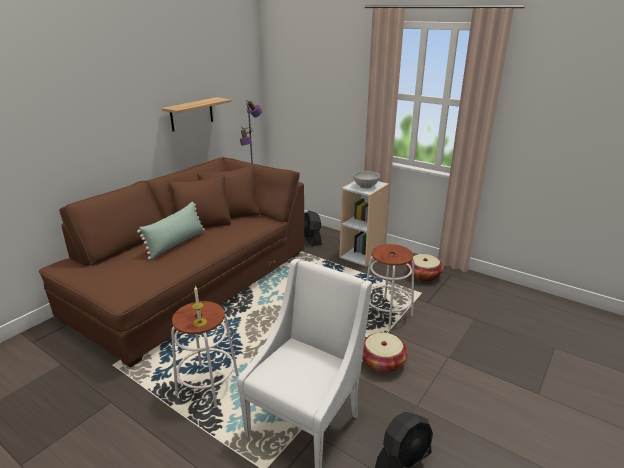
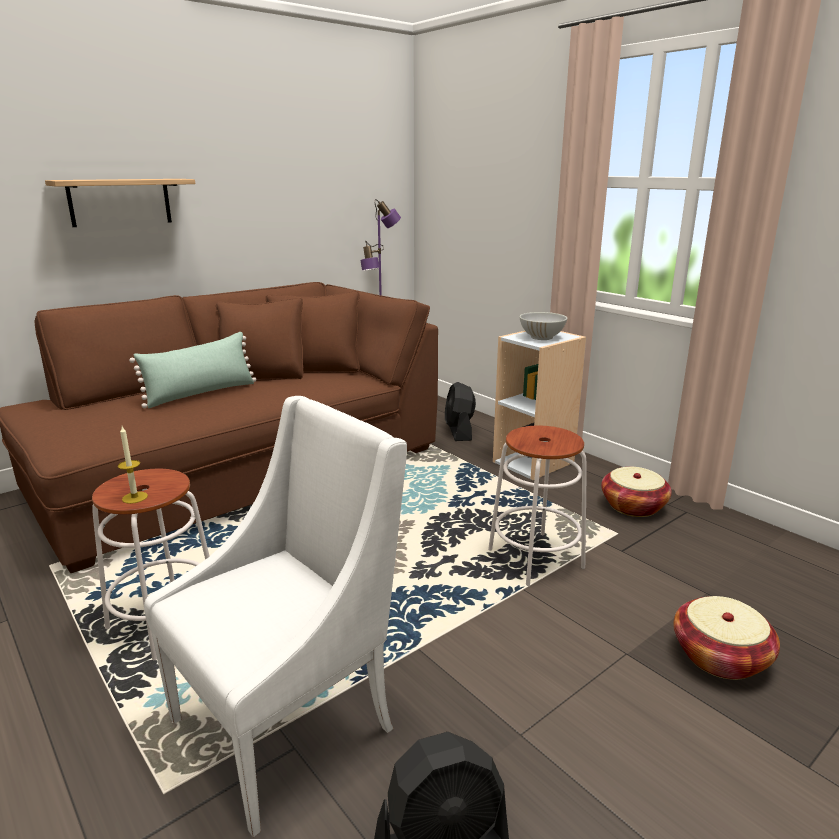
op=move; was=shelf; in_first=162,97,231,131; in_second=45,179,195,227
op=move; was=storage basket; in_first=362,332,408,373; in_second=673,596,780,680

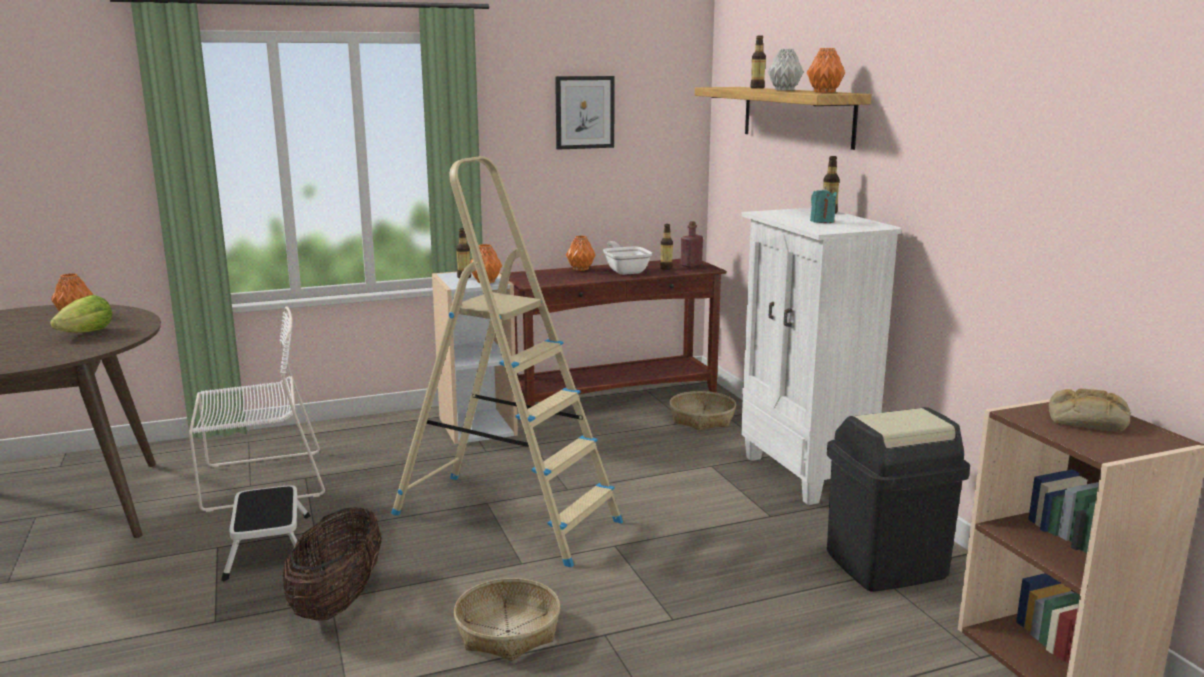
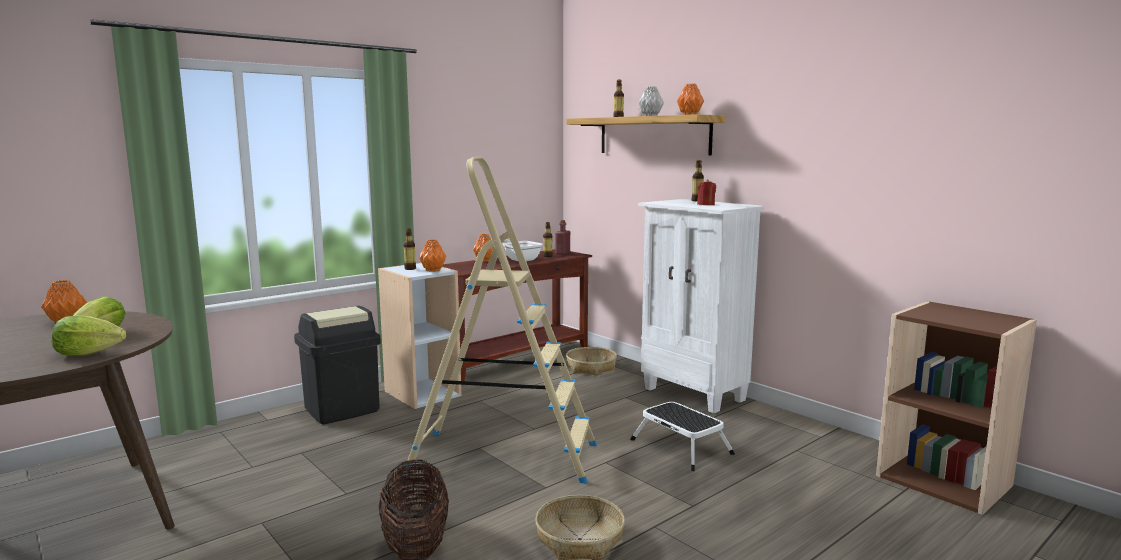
op=delete; was=upright chair (whitish); in_first=189,306,325,512
op=move; was=step ladder (blackish); in_first=221,485,310,581; in_second=630,402,735,471
op=delete; was=wall picture; in_first=555,76,615,150
op=recolor; was=candle (turquoise); now=candle (red-coloured); in_first=810,186,837,223; in_second=697,179,716,205
op=move; was=waste bin (blackish); in_first=827,407,970,592; in_second=294,306,381,424
op=delete; was=bakery bread; in_first=1049,389,1131,432
op=insert; now=lettuce head; in_second=51,315,126,356

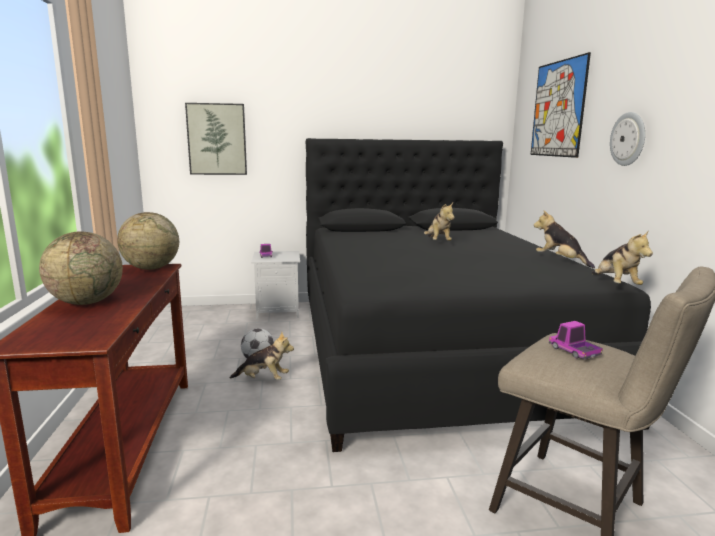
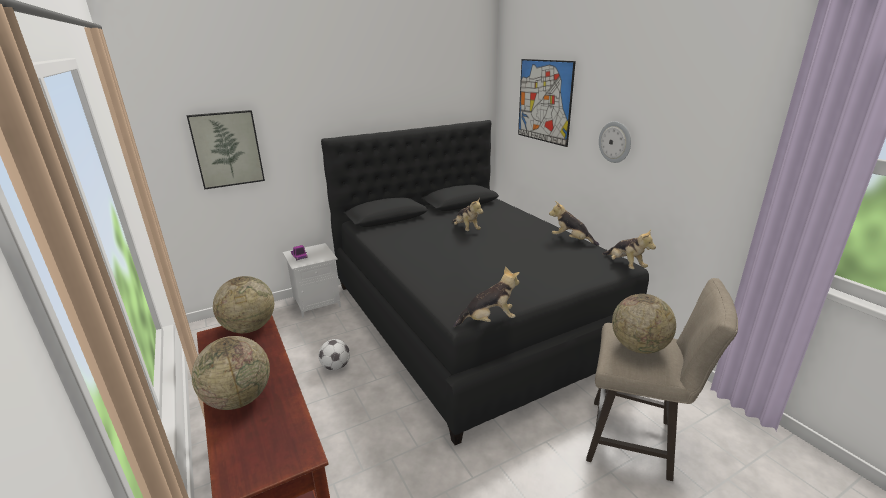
op=move; was=soft toy; in_first=230,332,294,380; in_second=453,266,520,327
op=replace; was=model truck; now=desk globe; in_first=549,321,603,359; in_second=612,294,676,354

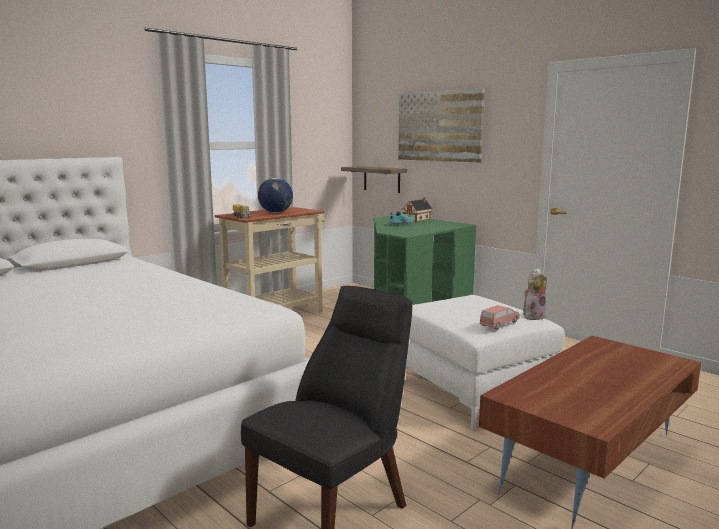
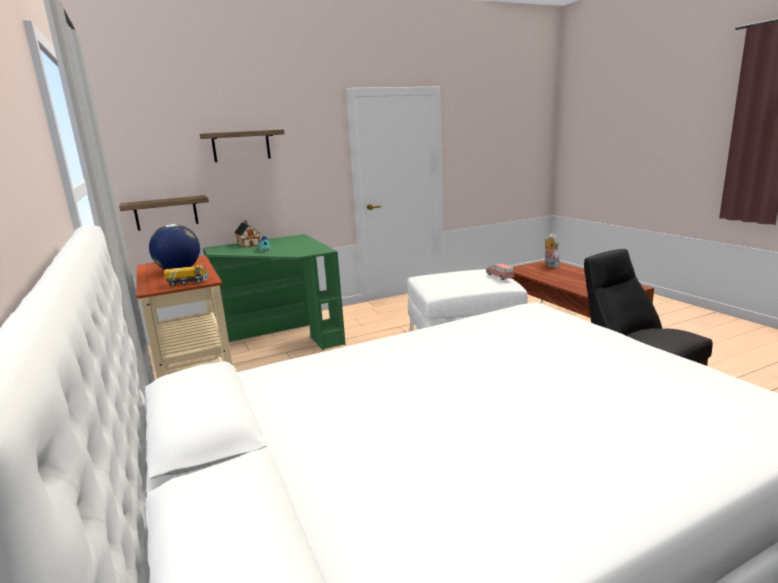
op=replace; was=wall picture; now=shelf; in_first=398,89,484,162; in_second=200,130,284,162
op=move; was=soft toy; in_first=523,268,547,320; in_second=545,234,560,268

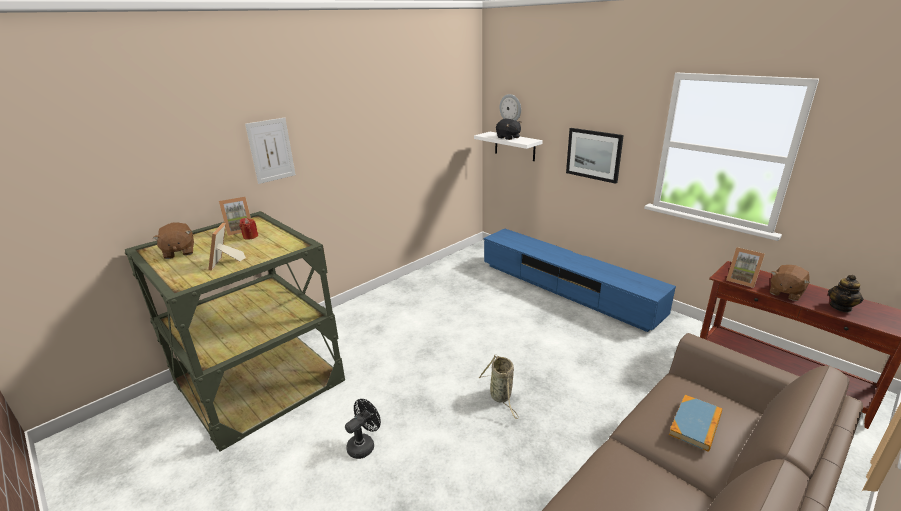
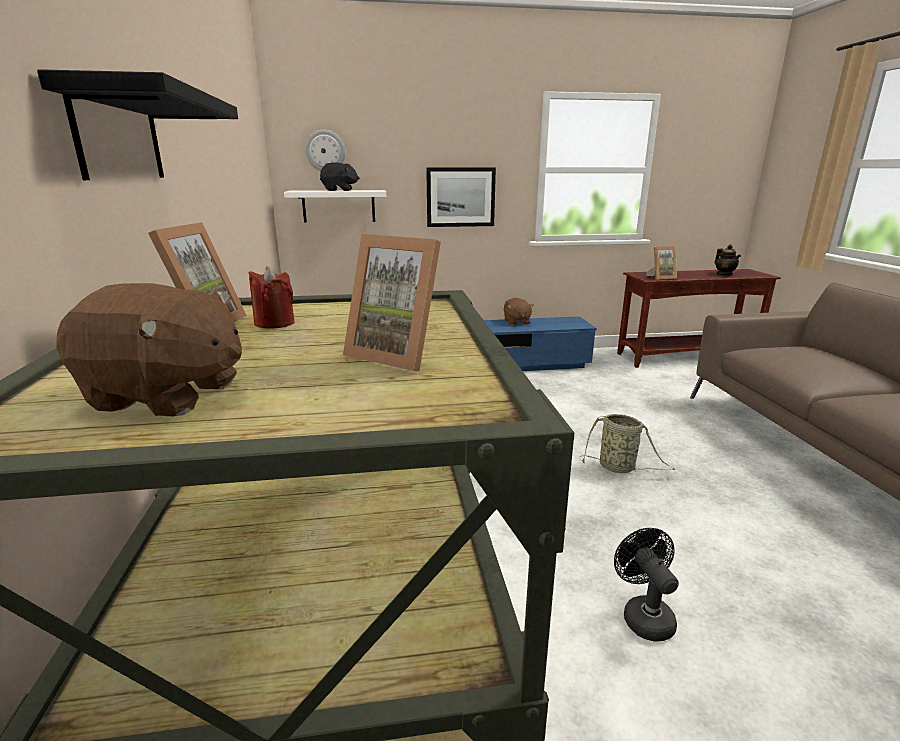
op=replace; was=wall picture; now=shelf (blackish); in_first=245,117,296,184; in_second=37,69,238,180
op=delete; was=volume; in_first=669,395,722,452
op=move; was=soft toy (brownish); in_first=770,265,810,301; in_second=504,298,534,325

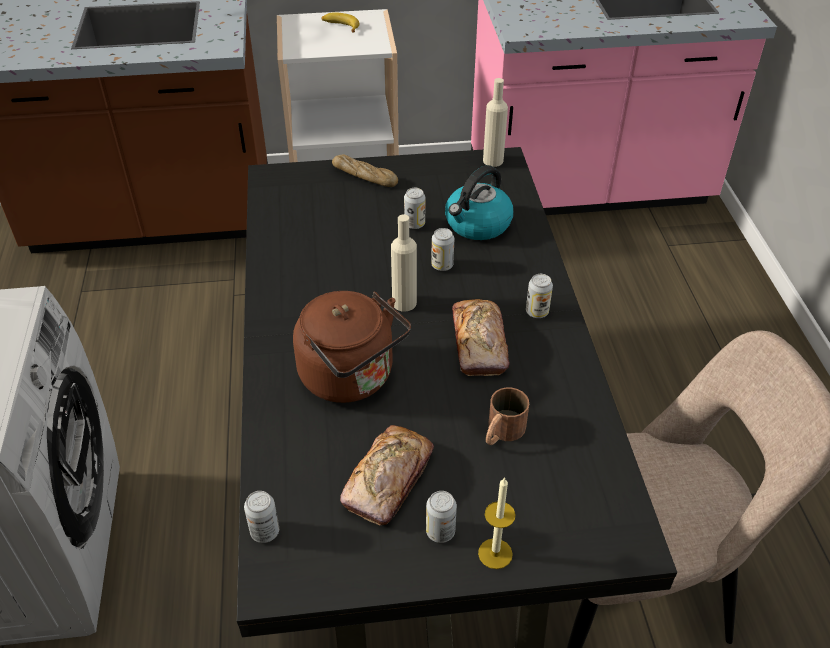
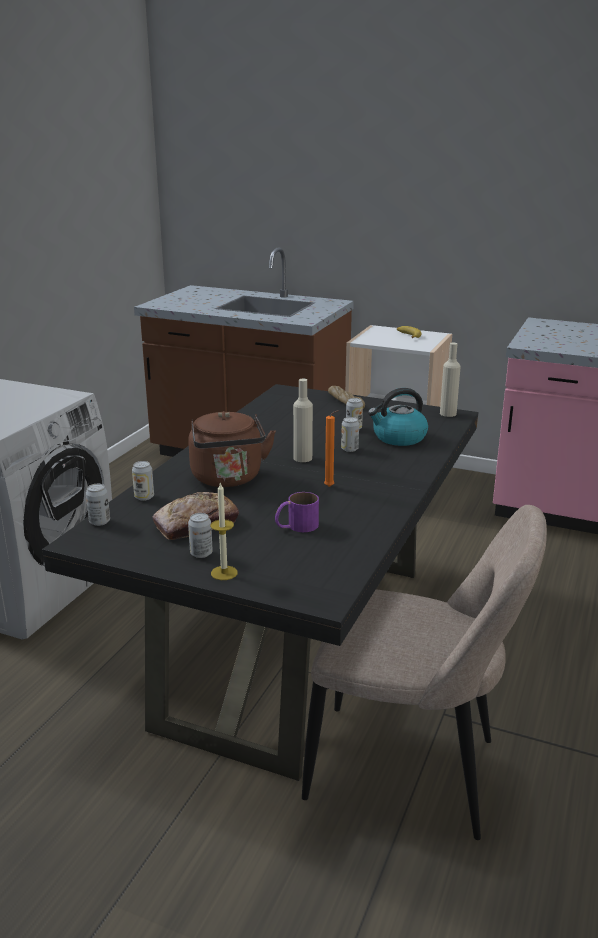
op=replace; was=bakery bread; now=candle (orange); in_first=452,299,510,376; in_second=324,410,339,487
op=recolor; was=tea mug (brownish); now=tea mug (purple-coloured); in_first=486,388,529,445; in_second=275,492,319,532
op=move; was=metal can; in_first=526,274,553,318; in_second=132,461,154,501

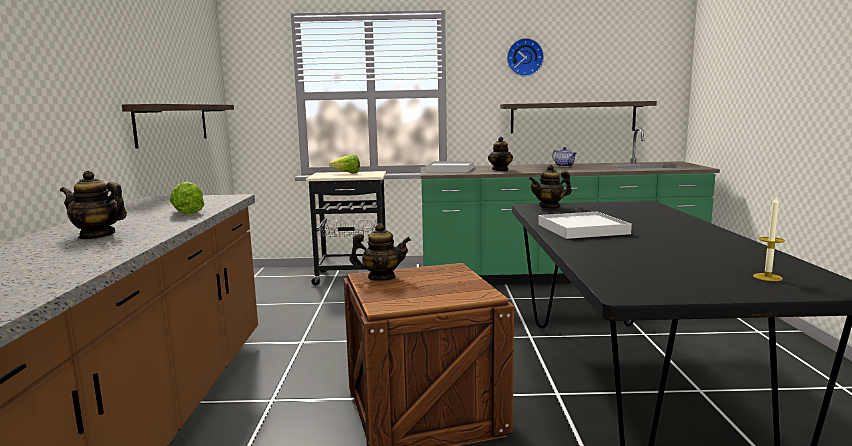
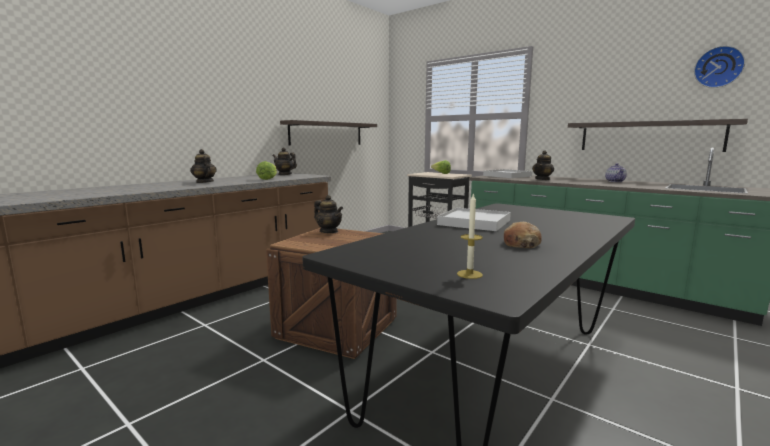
op=move; was=wall clock; in_first=507,38,544,77; in_second=694,46,745,88
op=move; was=tea pot; in_first=529,164,572,209; in_second=273,148,297,175
op=insert; now=bakery bread; in_second=504,222,542,248

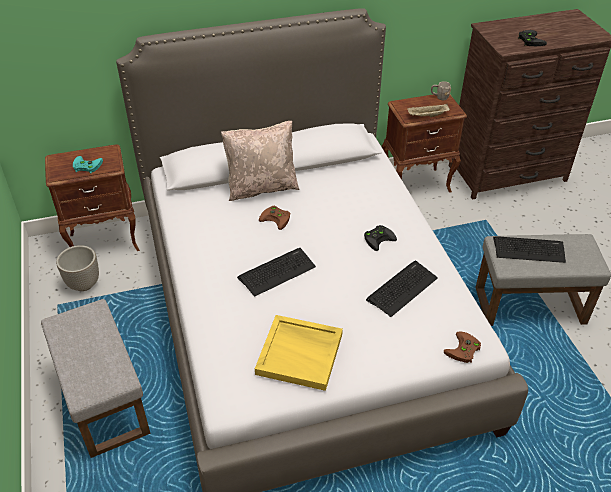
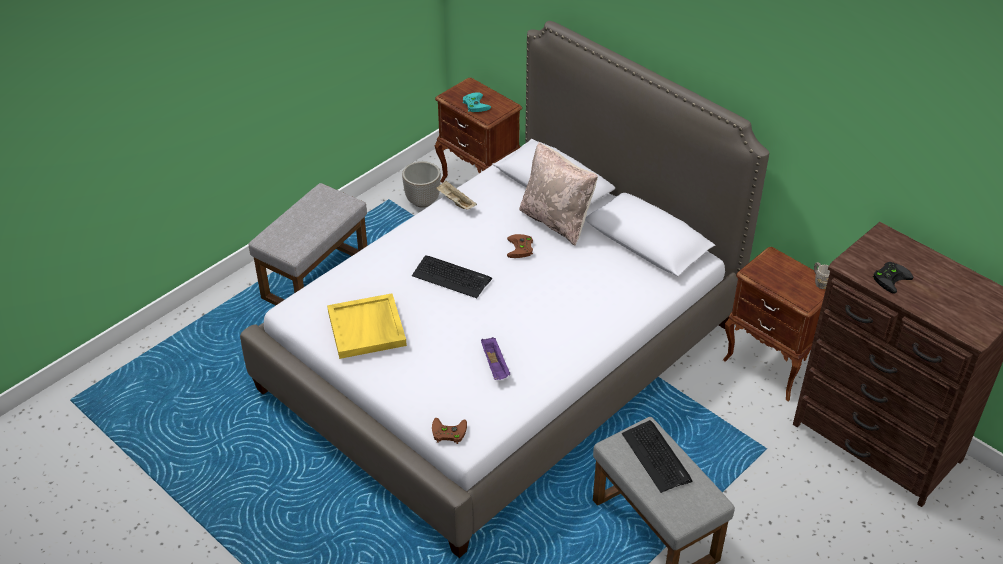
op=delete; was=joypad (blackish); in_first=364,225,397,251
op=replace; was=computer keyboard; now=tray (purple-coloured); in_first=366,261,438,317; in_second=481,337,510,380
op=move; was=tray (beige-coloured); in_first=407,103,450,117; in_second=436,181,477,210

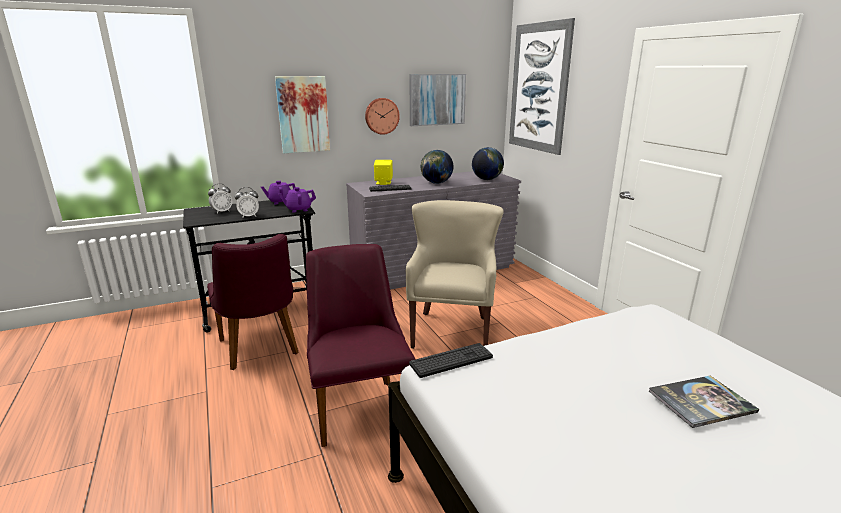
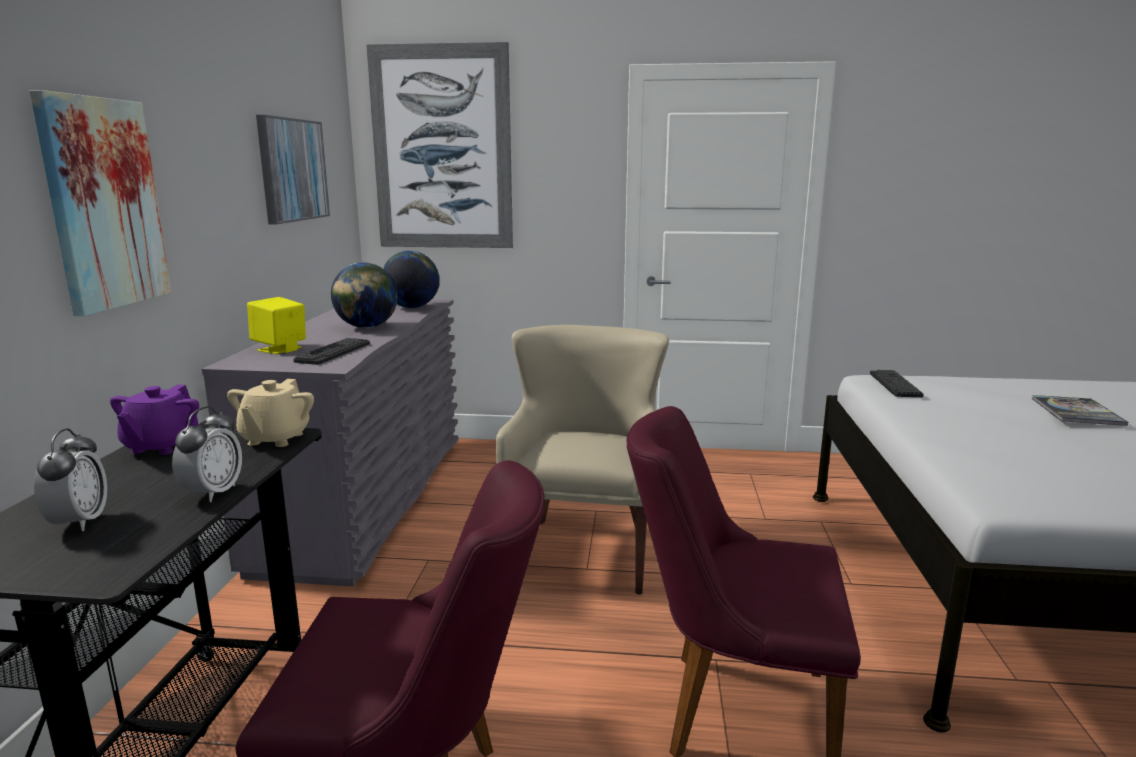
op=recolor; was=tea pot (purple-coloured); now=tea pot (beige-coloured); in_first=278,187,316,213; in_second=227,379,314,447
op=delete; was=wall clock; in_first=365,98,400,135
op=rotate; was=easy chair (beige-coloured); in_first=406,200,504,349; in_second=496,325,669,595; clockwise=60
op=move; was=computer keyboard; in_first=409,343,493,378; in_second=870,370,924,397

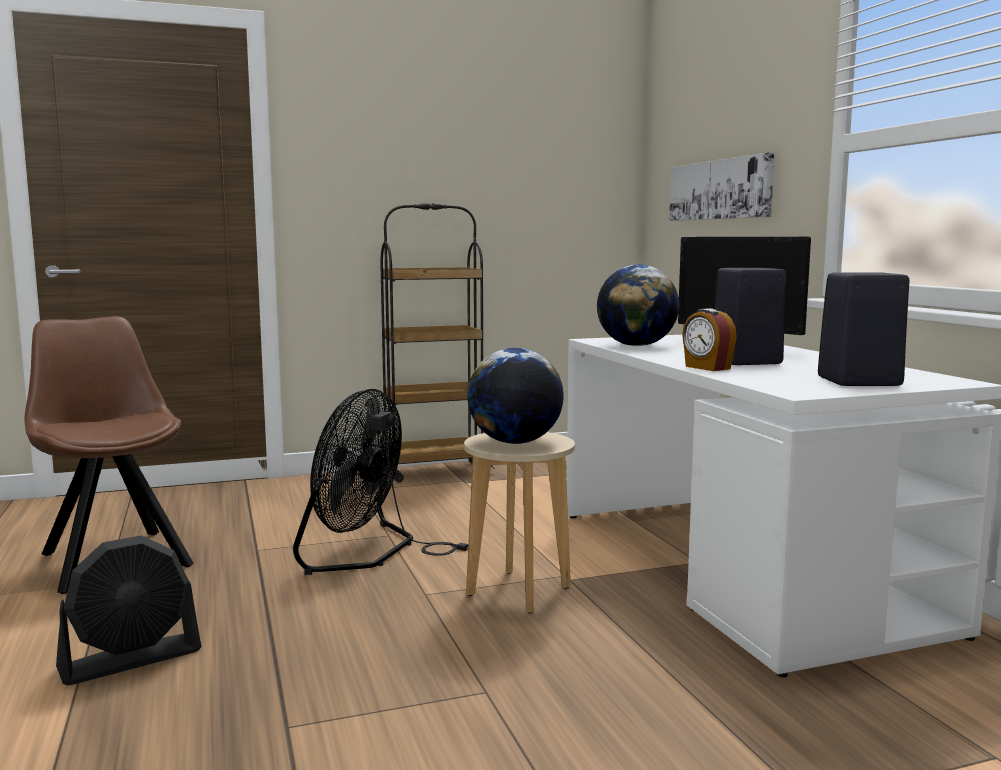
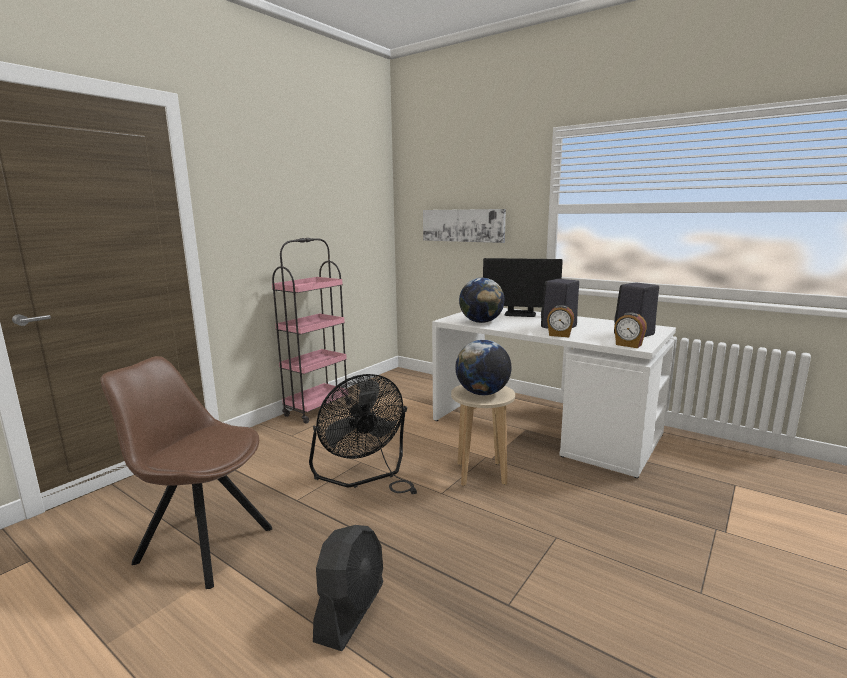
op=rotate; was=electric fan (blackish); in_first=293,389,468,575; in_second=309,374,417,494; clockwise=75
op=recolor; was=cart (brownish); now=cart (pink-coloured); in_first=380,203,495,482; in_second=272,238,353,424
op=insert; now=bedside clock; in_second=614,312,647,348

